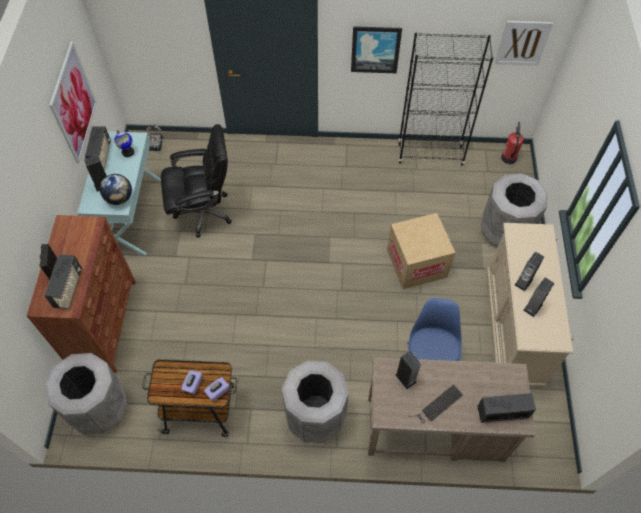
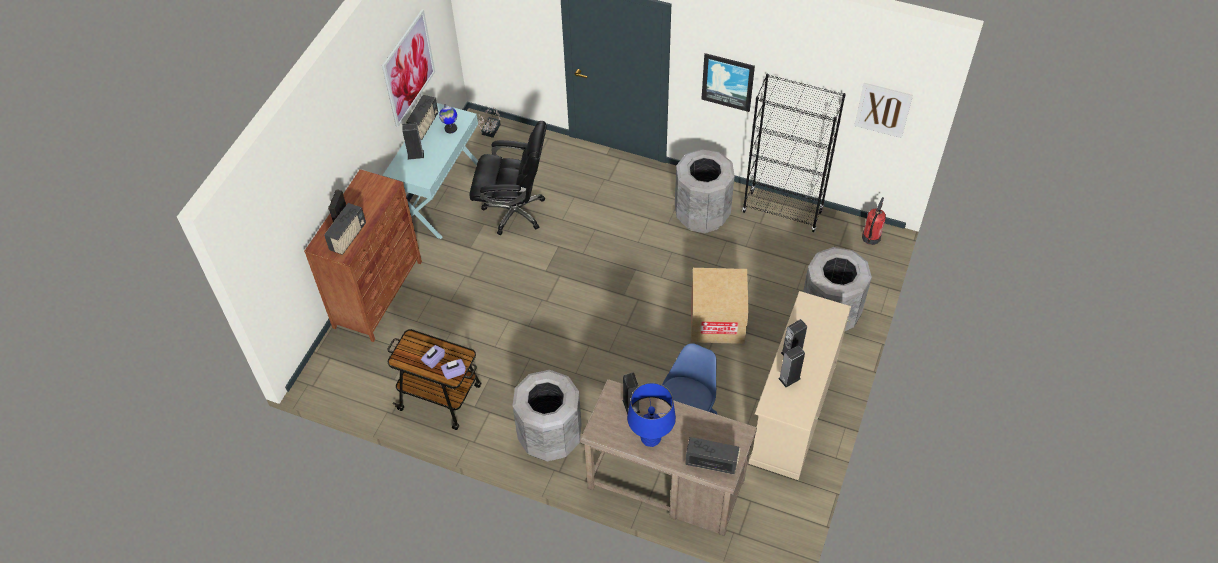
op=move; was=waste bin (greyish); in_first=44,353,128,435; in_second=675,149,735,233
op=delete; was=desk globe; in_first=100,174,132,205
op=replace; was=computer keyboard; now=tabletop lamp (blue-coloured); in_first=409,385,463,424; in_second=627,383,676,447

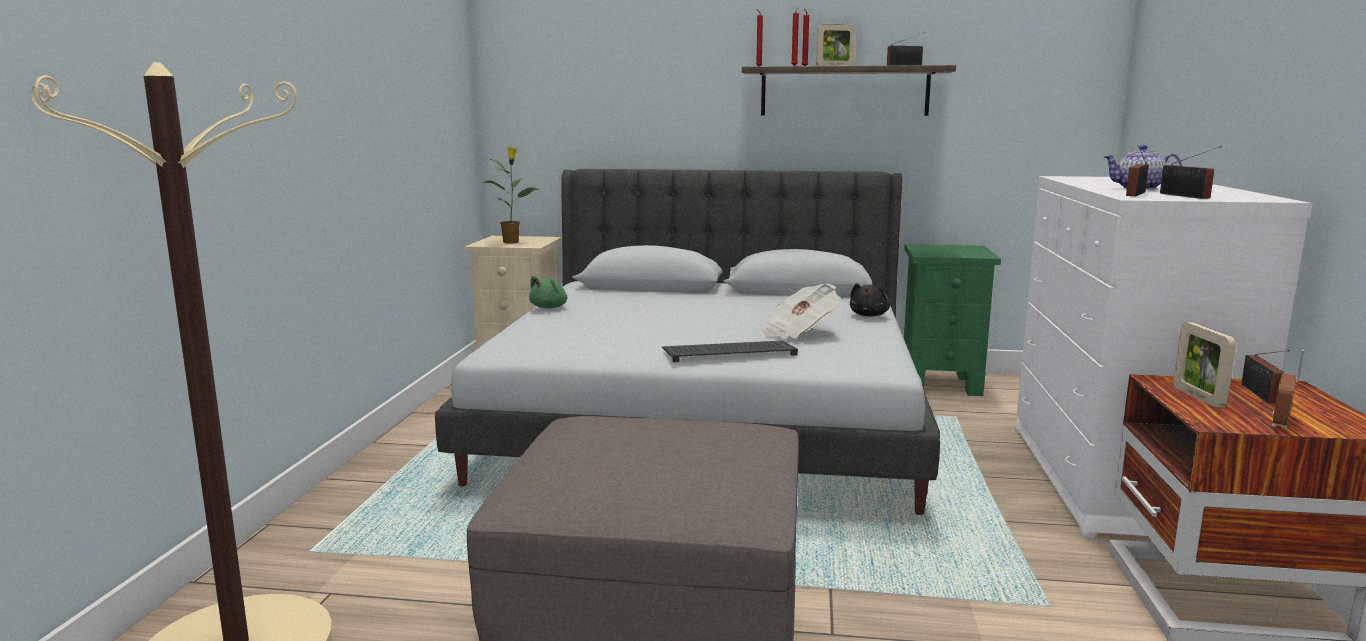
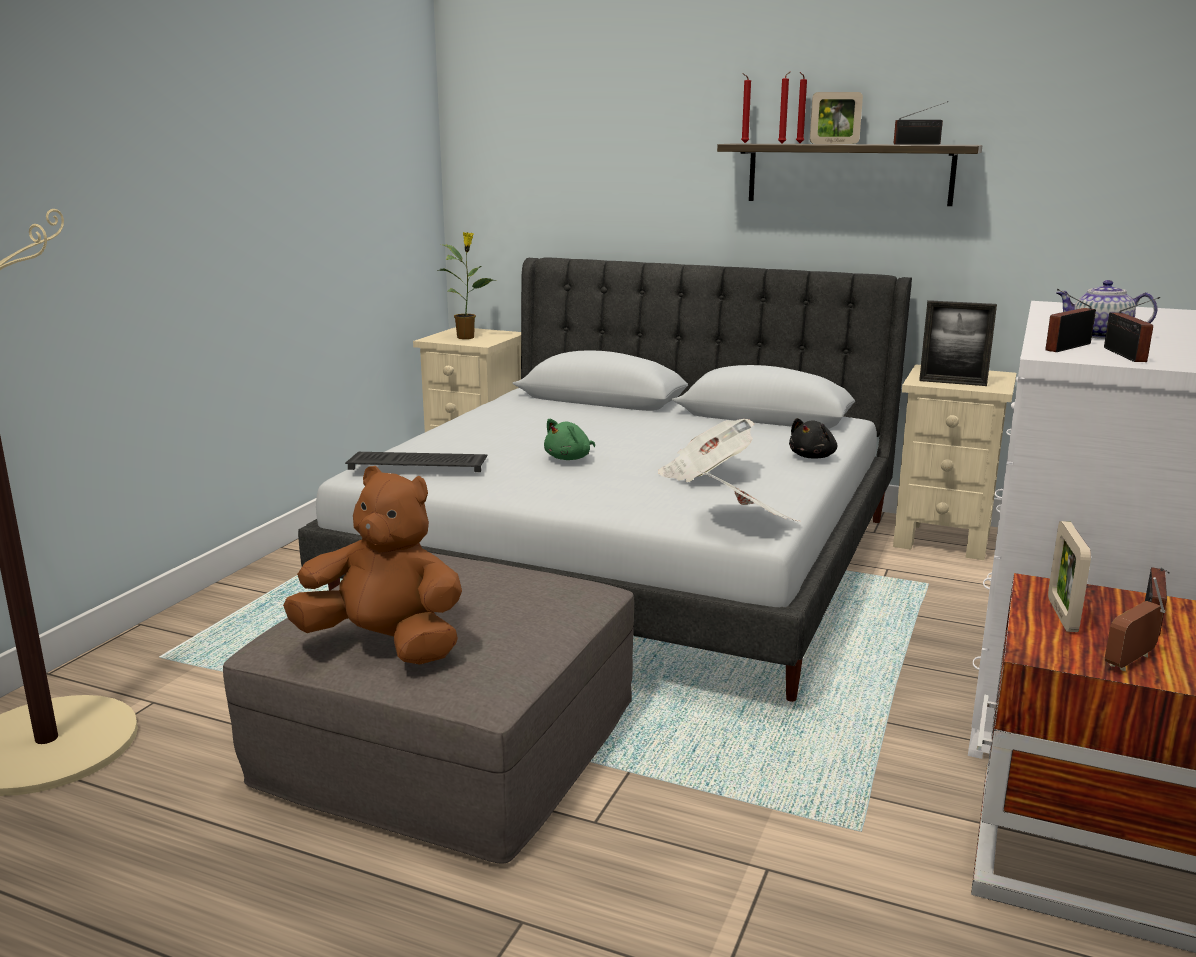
op=move; was=soft toy (green); in_first=529,276,568,309; in_second=544,419,595,460
op=move; was=computer keyboard; in_first=662,341,798,362; in_second=345,452,488,472
op=recolor; was=bedside table (green); now=bedside table (beige-coloured); in_first=904,244,1001,396; in_second=893,364,1016,560
op=insert; now=soft toy (brownish); in_second=283,466,462,664
op=insert; now=newspaper; in_second=699,471,799,521
op=insert; now=picture frame; in_second=919,300,997,386

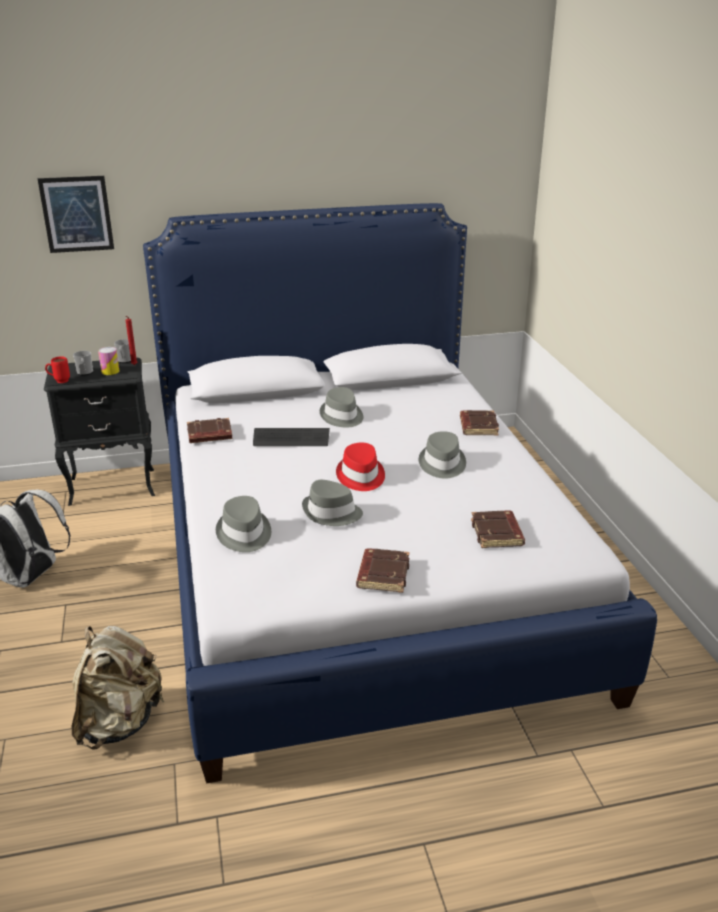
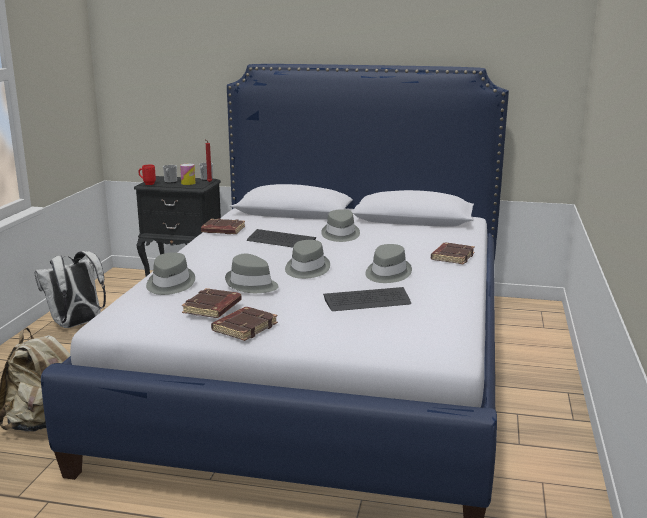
op=delete; was=wall picture; in_first=38,176,114,253
op=recolor; was=wearable hat (red-coloured); now=wearable hat (greyish); in_first=336,443,385,491; in_second=285,240,330,279
op=move; was=volume (brownish); in_first=471,510,525,548; in_second=182,288,241,318
op=insert; now=computer keyboard; in_second=323,287,411,311

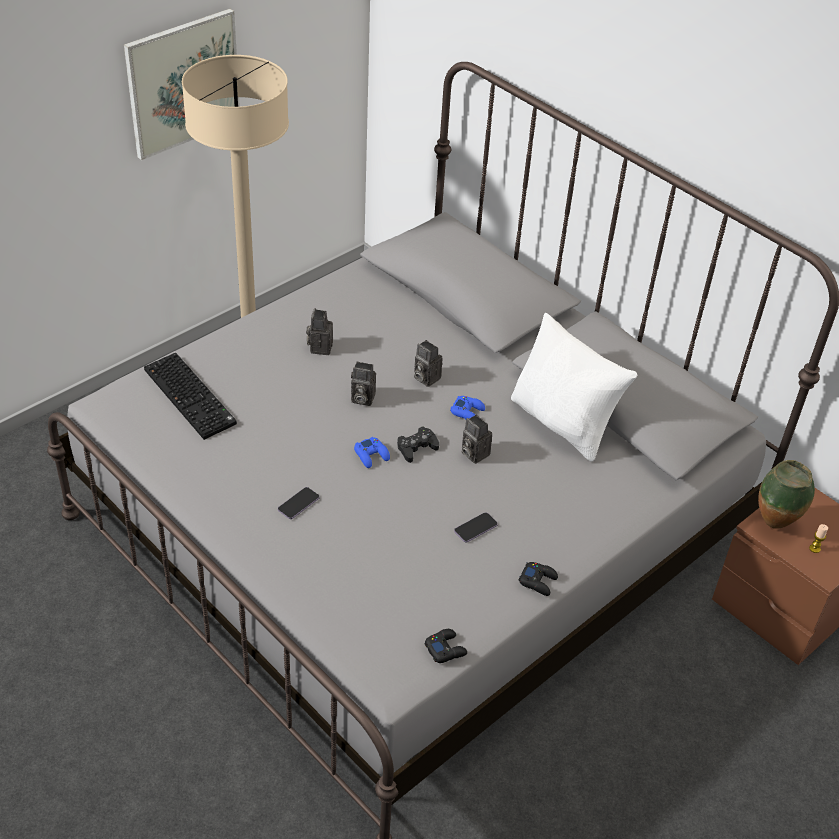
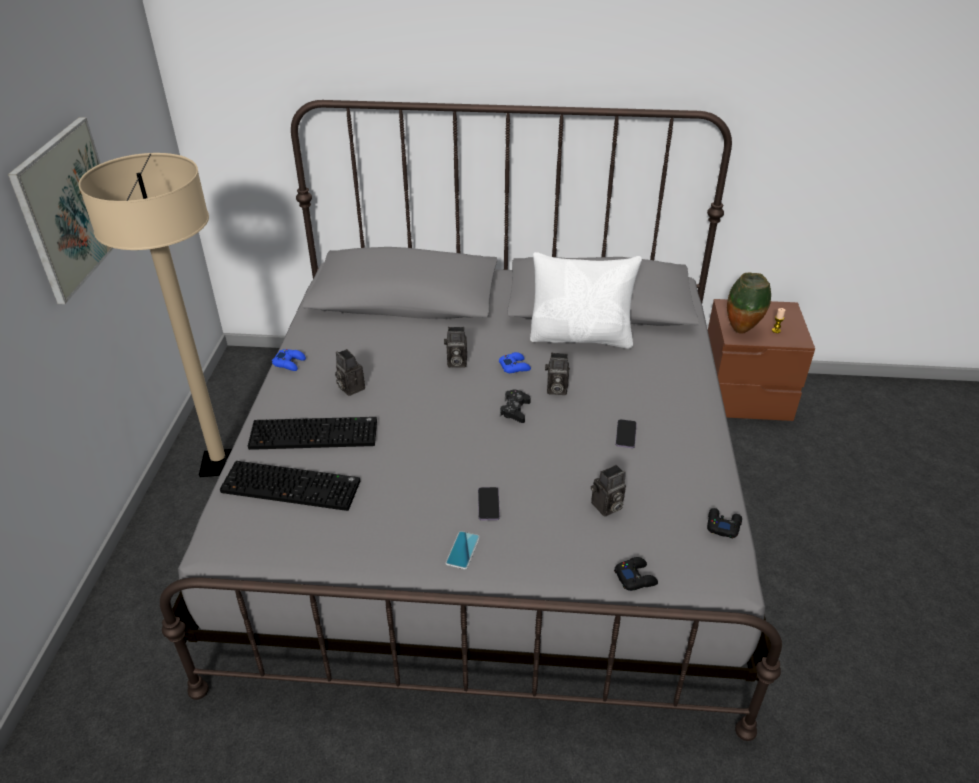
op=move; was=photo camera; in_first=351,361,376,406; in_second=591,465,626,517
op=move; was=joypad (blue-coloured); in_first=354,437,390,468; in_second=272,349,306,371
op=move; was=joypad (blackish); in_first=519,562,558,596; in_second=614,557,658,591
op=insert; now=computer keyboard; in_second=248,417,377,450
op=insert; now=telephone; in_second=445,531,480,570

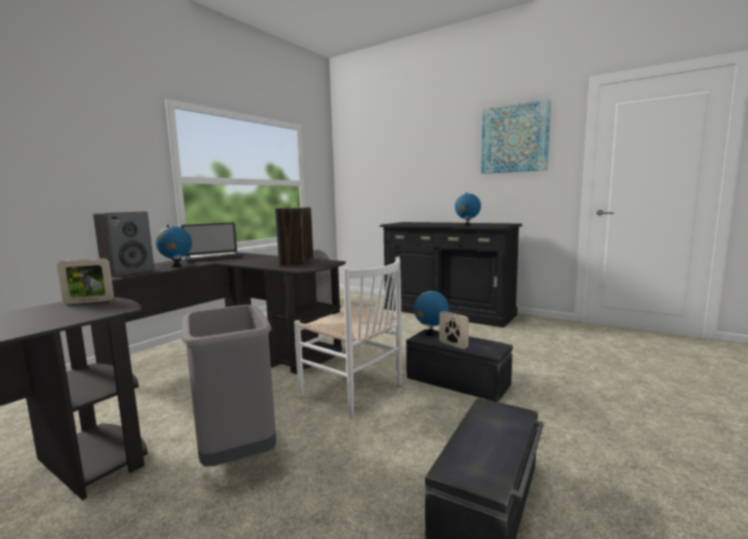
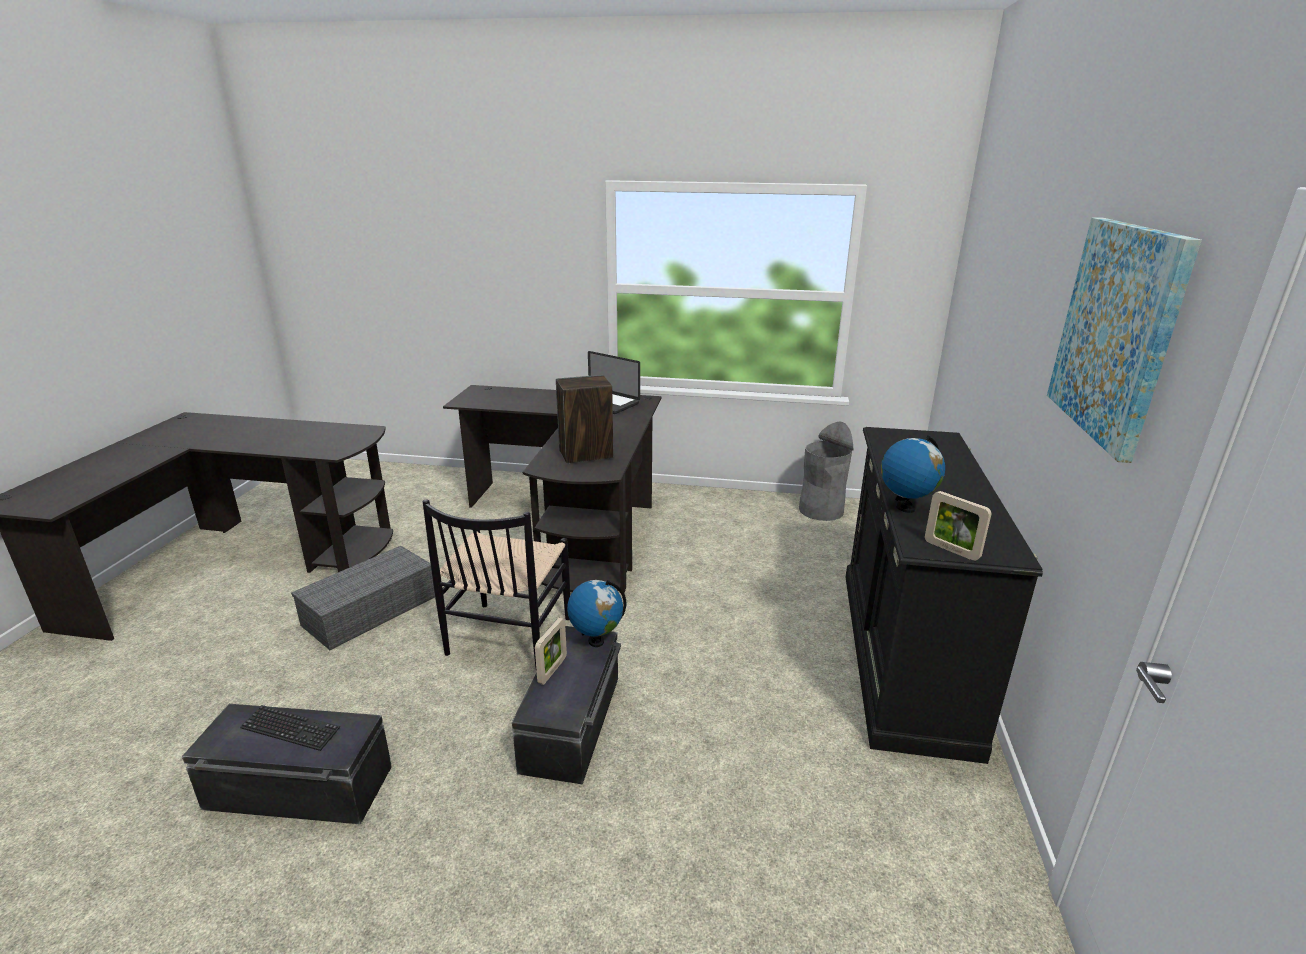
op=move; was=picture frame; in_first=57,258,114,304; in_second=925,491,992,561
op=delete; was=speaker; in_first=93,211,154,277
op=delete; was=desk globe; in_first=156,225,192,267
op=replace; was=waste bin (greyish); now=storage container (greyish); in_first=182,305,276,467; in_second=291,546,435,650
op=recolor; was=upright chair (whitish); now=upright chair (blackish); in_first=294,257,402,417; in_second=423,500,570,667
op=insert; now=computer keyboard; in_second=240,705,340,751

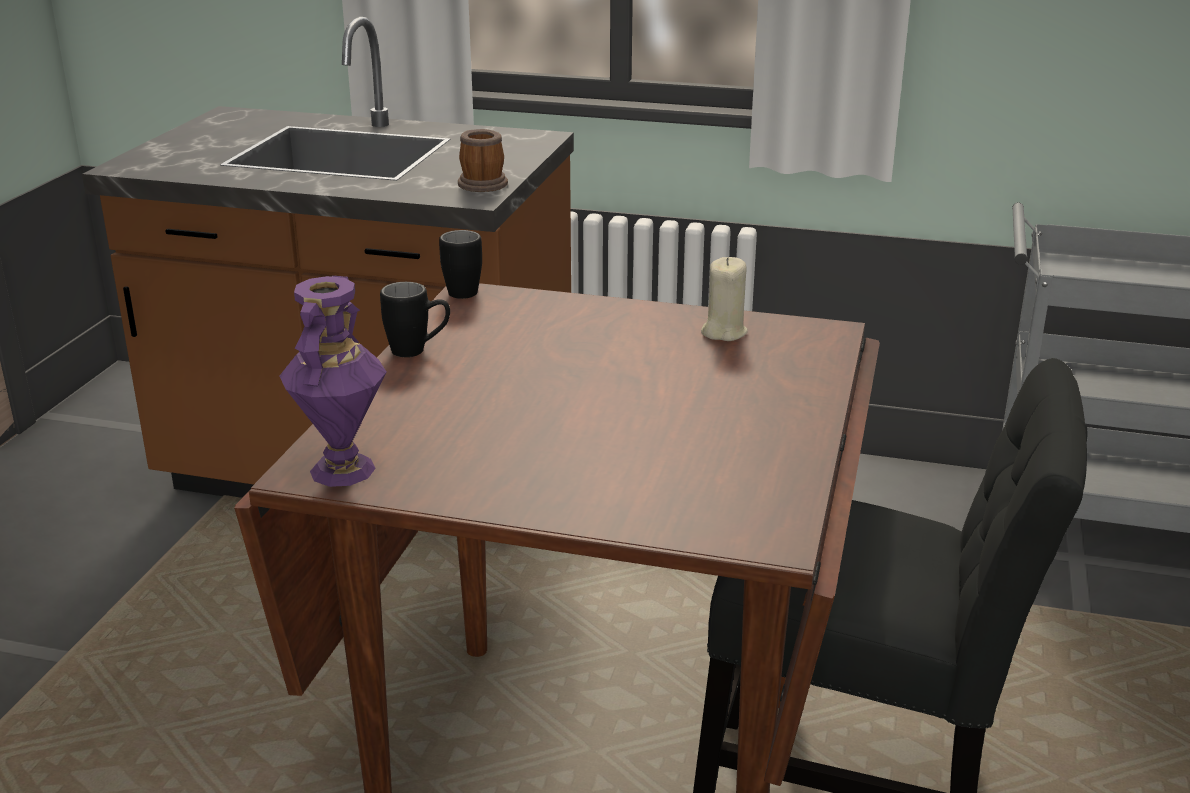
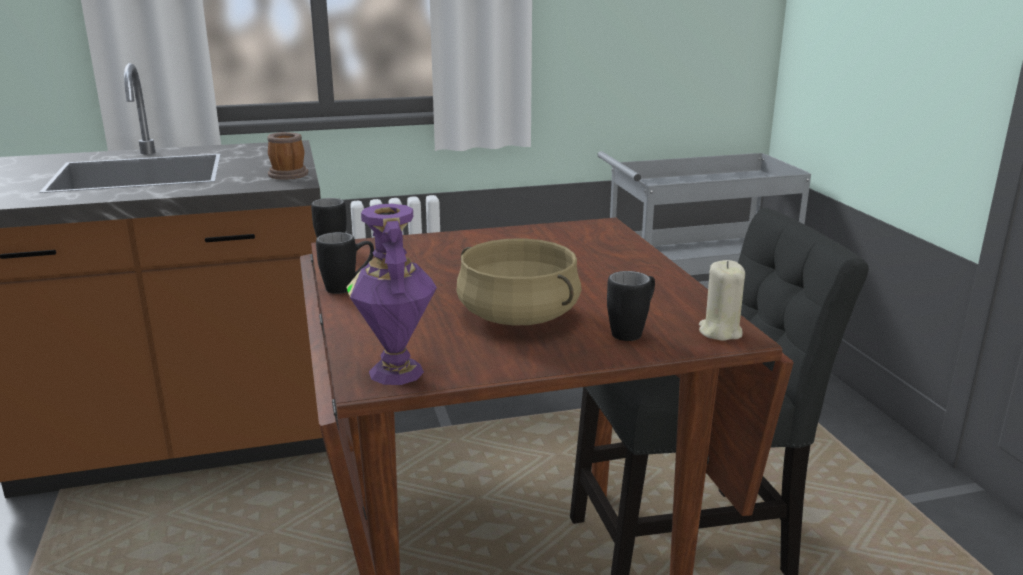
op=move; was=candle (beige-coloured); in_first=701,257,748,341; in_second=699,260,745,341
op=insert; now=saucepot (beige-coloured); in_second=457,238,582,325
op=insert; now=tea mug (blackish); in_second=607,271,655,341

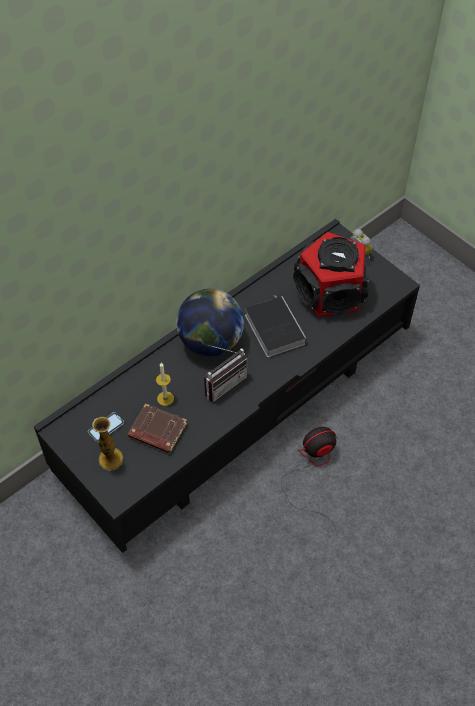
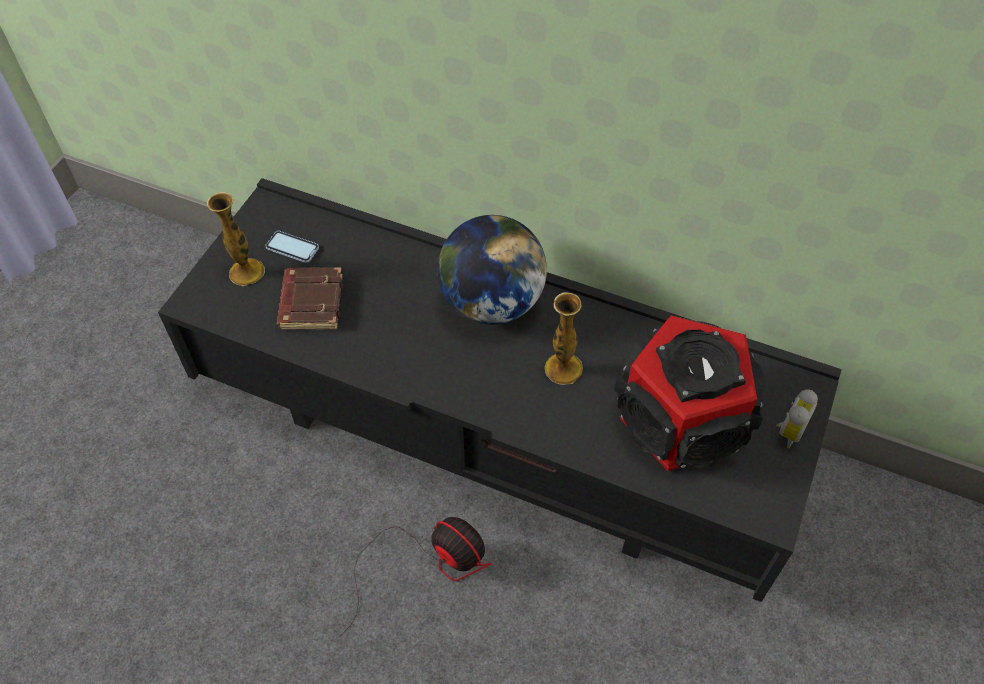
op=delete; was=candle; in_first=156,363,174,406
op=delete; was=radio; in_first=204,345,247,402
op=replace; was=volume; now=vase; in_first=245,295,306,357; in_second=545,292,583,385

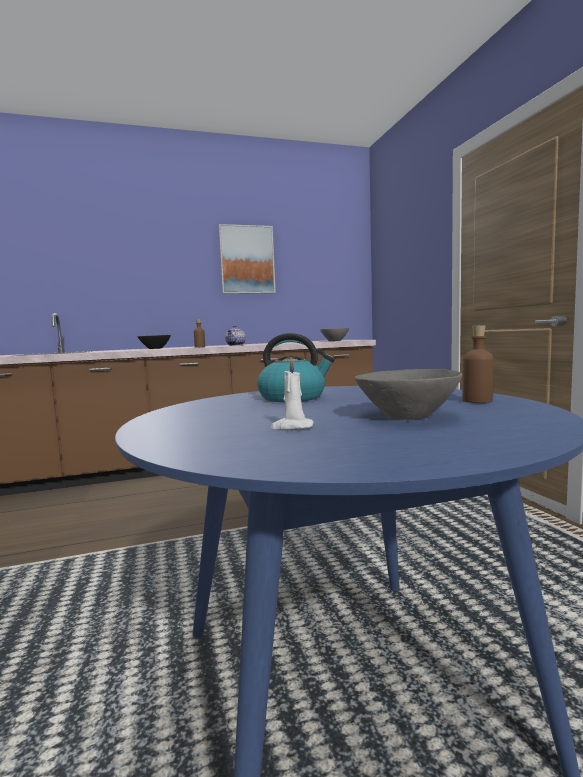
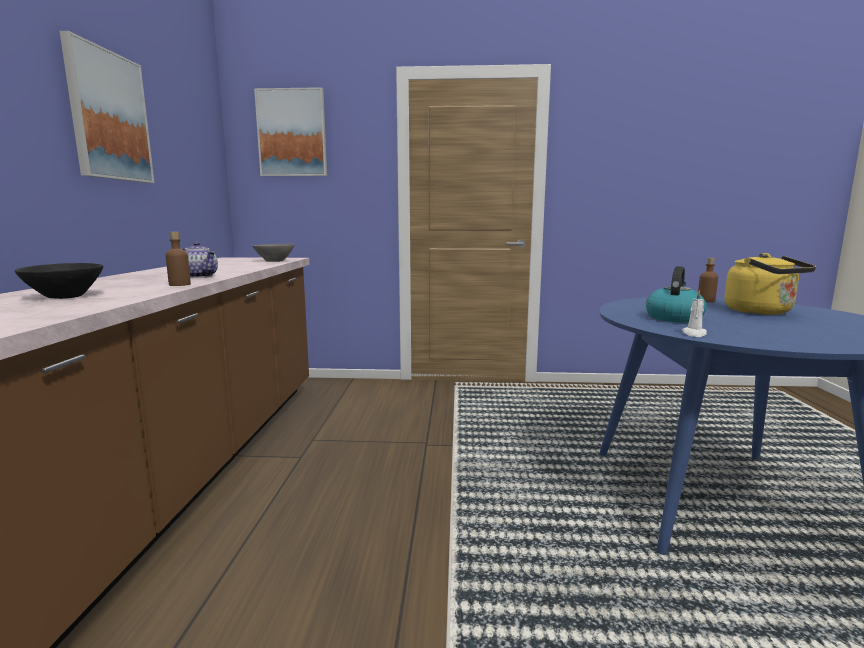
op=move; was=candle (whitish); in_first=271,358,314,429; in_second=682,290,707,337
op=replace; was=bowl (greyish); now=tea kettle (yellowish); in_first=355,369,462,420; in_second=724,253,816,315
op=insert; now=wall picture; in_second=254,87,327,176

